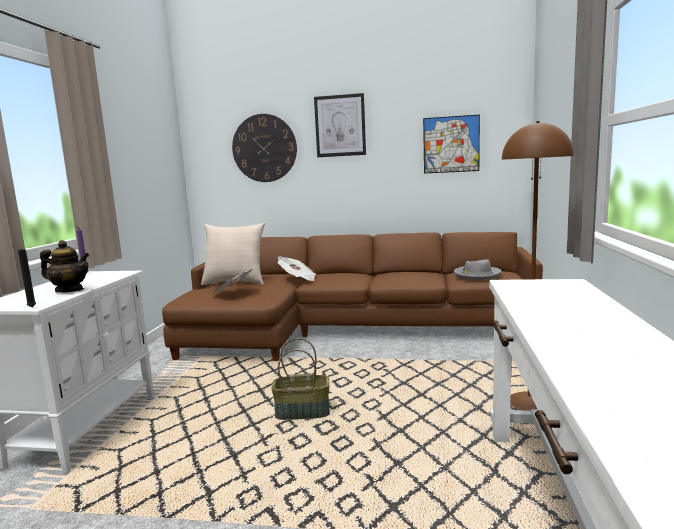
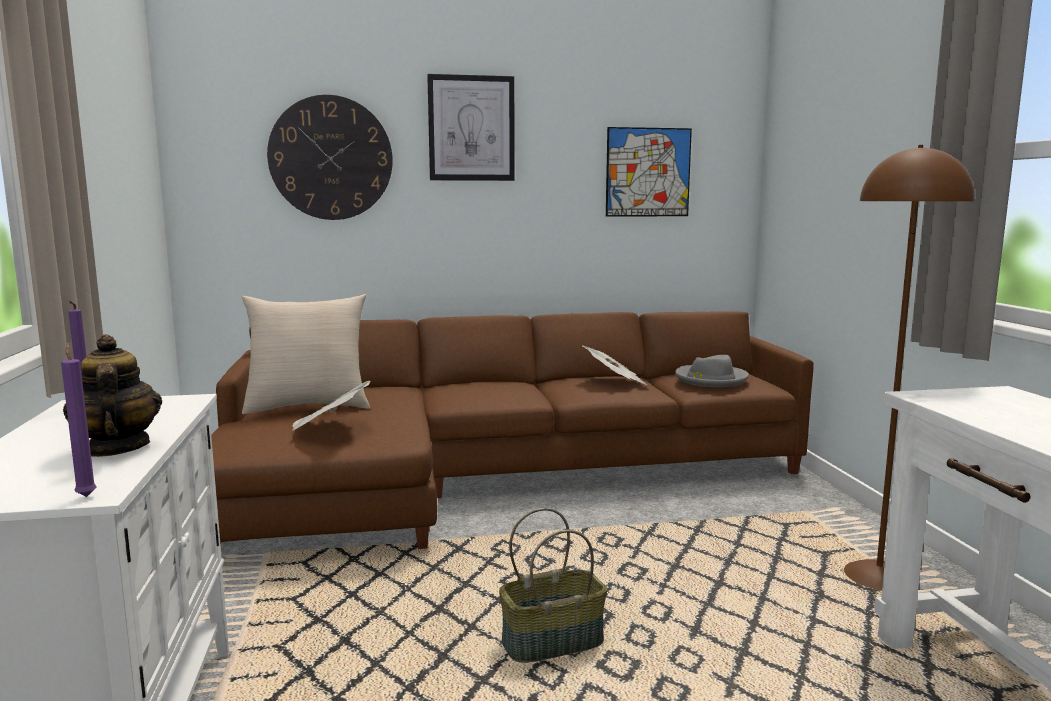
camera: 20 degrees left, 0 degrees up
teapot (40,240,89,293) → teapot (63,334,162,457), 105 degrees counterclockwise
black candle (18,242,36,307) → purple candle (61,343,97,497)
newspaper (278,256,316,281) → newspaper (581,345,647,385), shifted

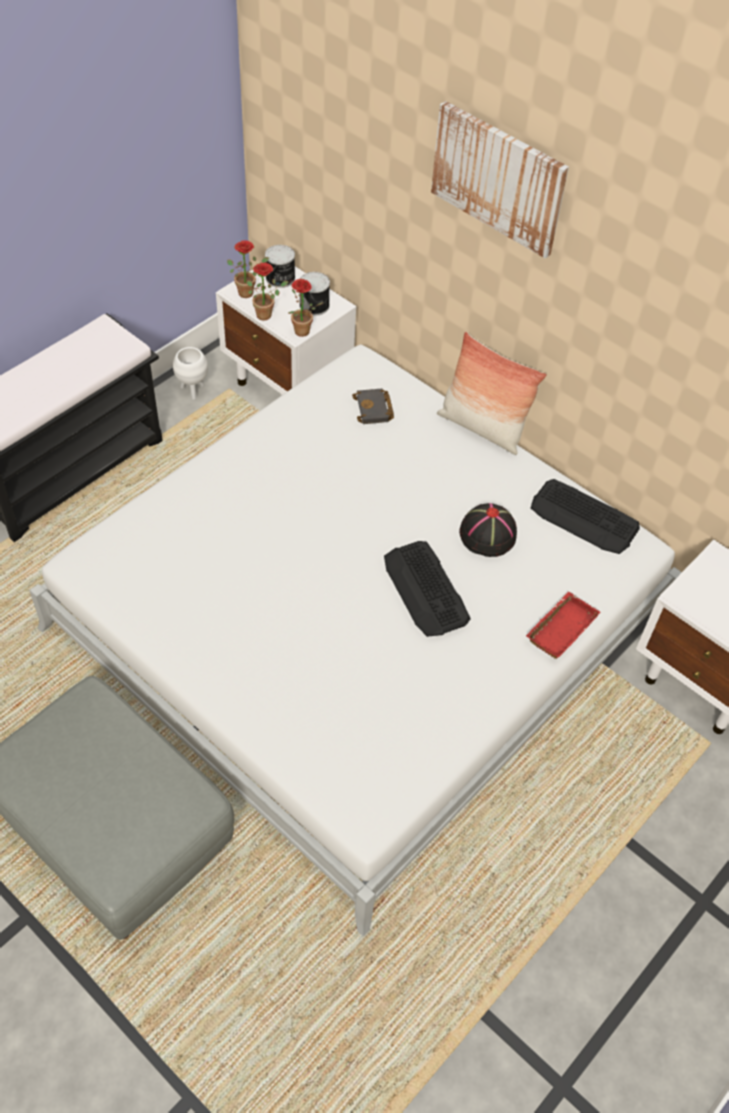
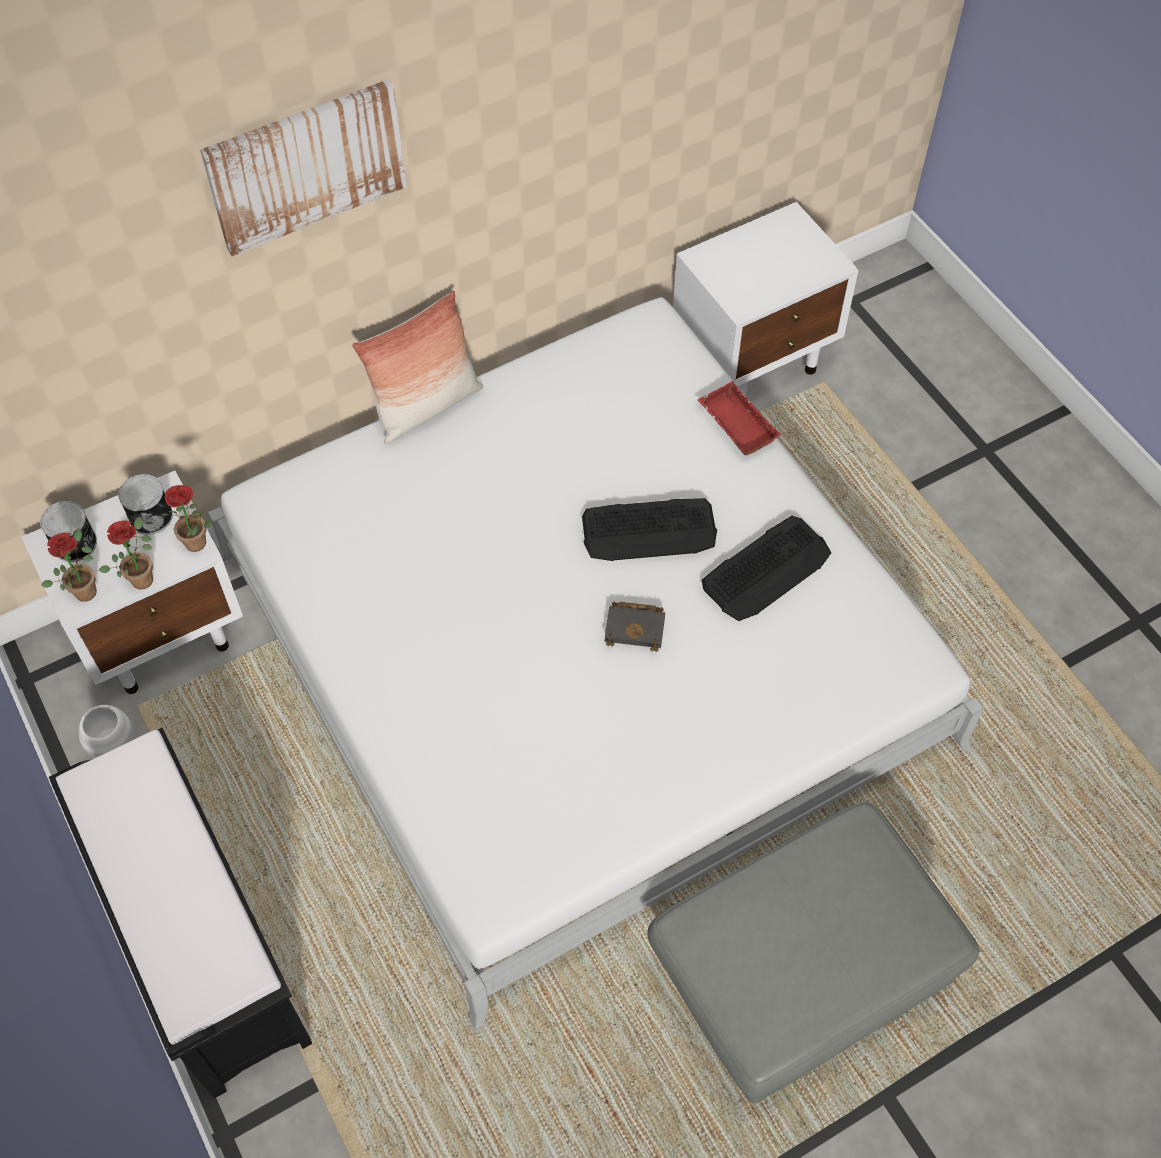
camera: 70 degrees left, 5 degrees up
black book (352,389,394,424) → black book (605,602,665,652), shifted
keyboard (531,479,640,554) → keyboard (702,516,831,621), shifted
black hat (459,503,517,557) → -

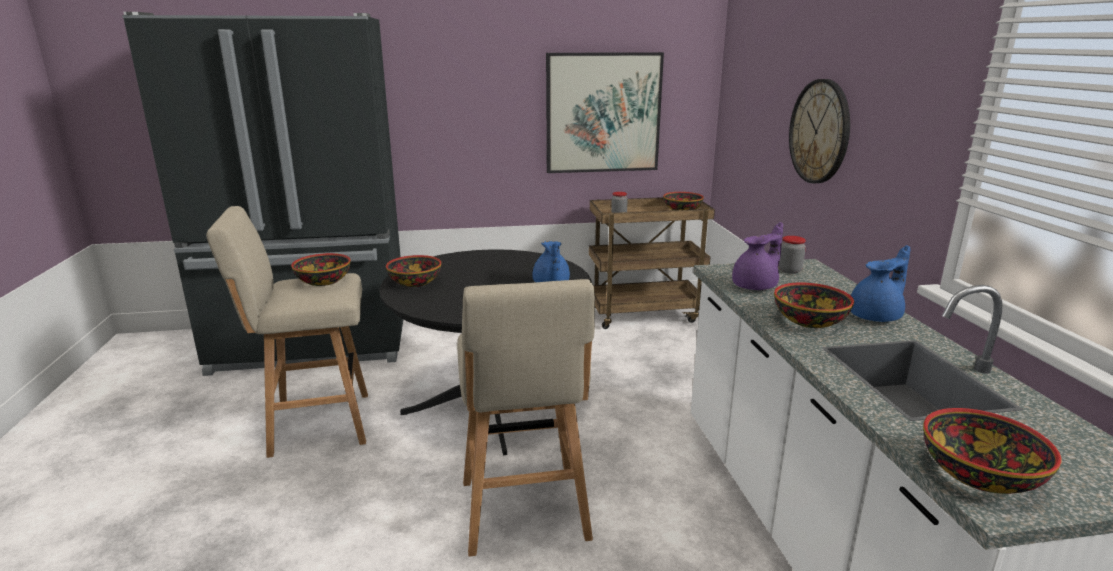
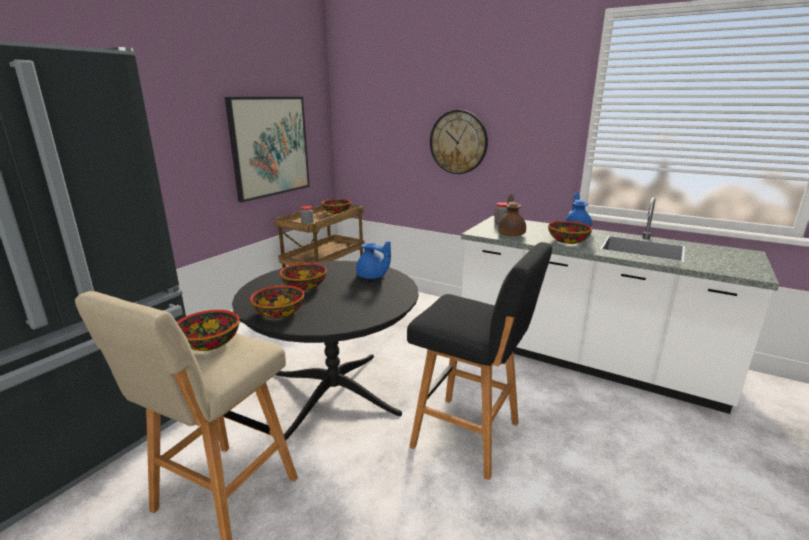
camera: 50 degrees left, 0 degrees up
purple teapot (732,222,783,290) → brown teapot (498,194,526,236)
beige stool (457,279,595,557) → black stool (407,242,552,480)
bowl (923,408,1061,494) → bowl (280,263,327,291), shifted

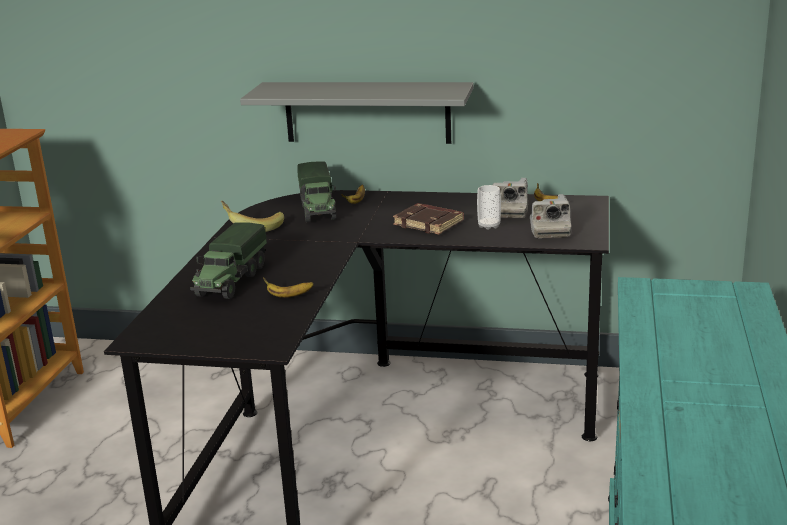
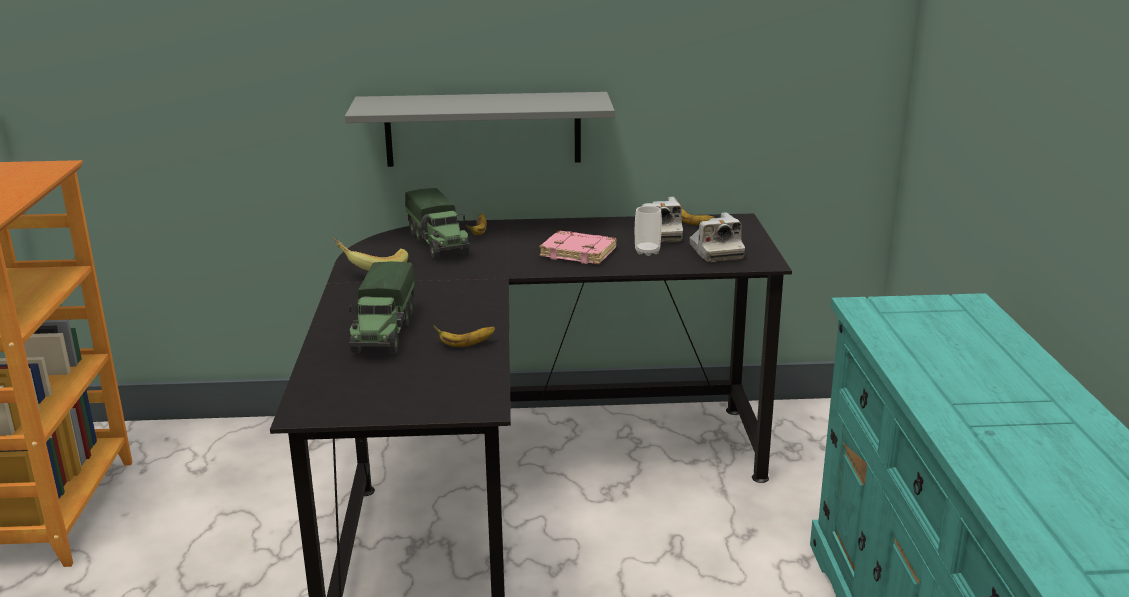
camera: 15 degrees left, 0 degrees up
brown book (393,203,464,235) → pink book (539,231,617,264)

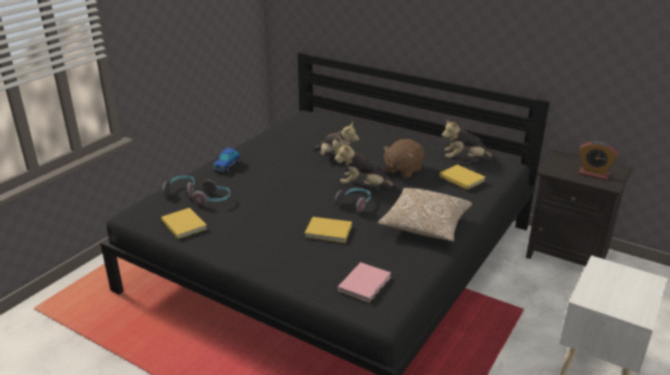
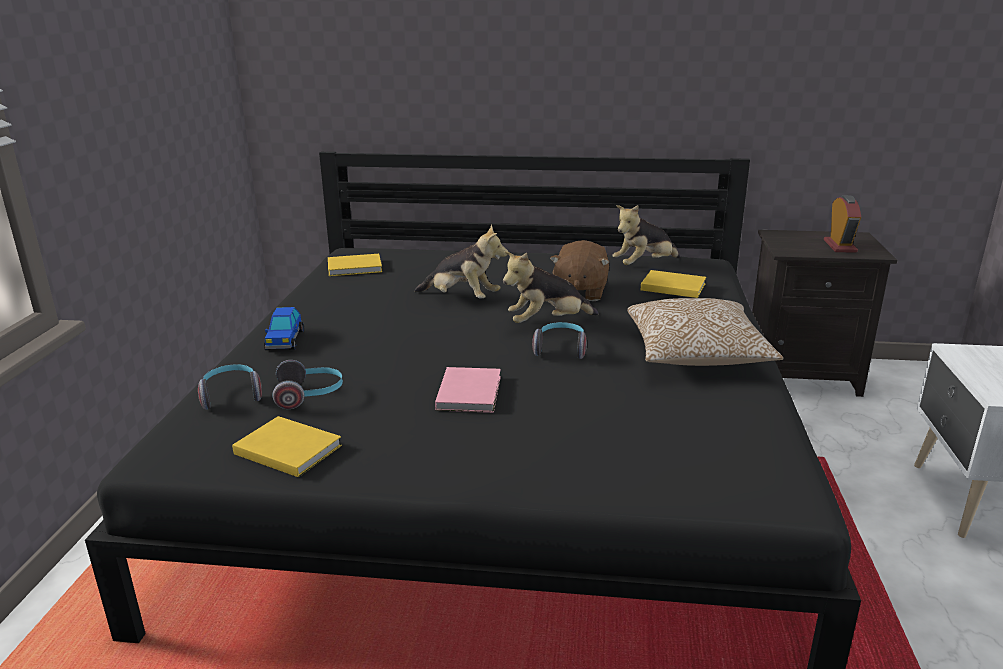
camera: 25 degrees left, 5 degrees down
alarm clock (578,141,619,180) → alarm clock (824,195,861,253), 90 degrees counterclockwise
yellow book (305,217,352,243) → yellow book (328,254,382,276), shifted
pink book (338,262,391,303) → pink book (435,367,501,413), shifted

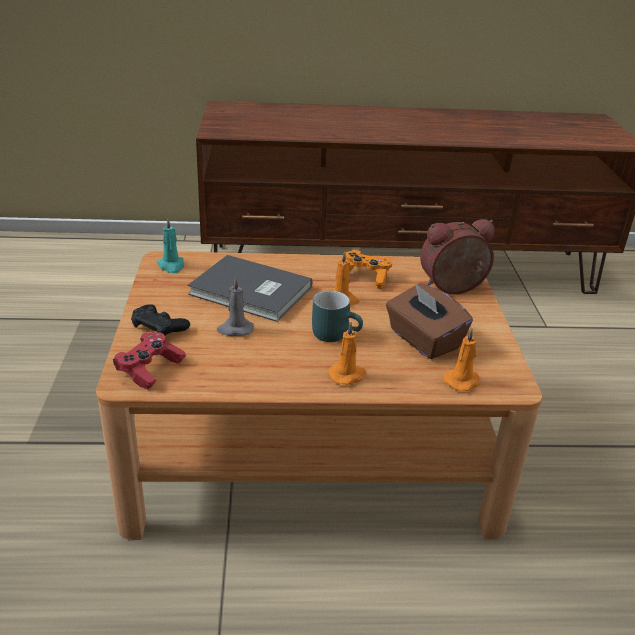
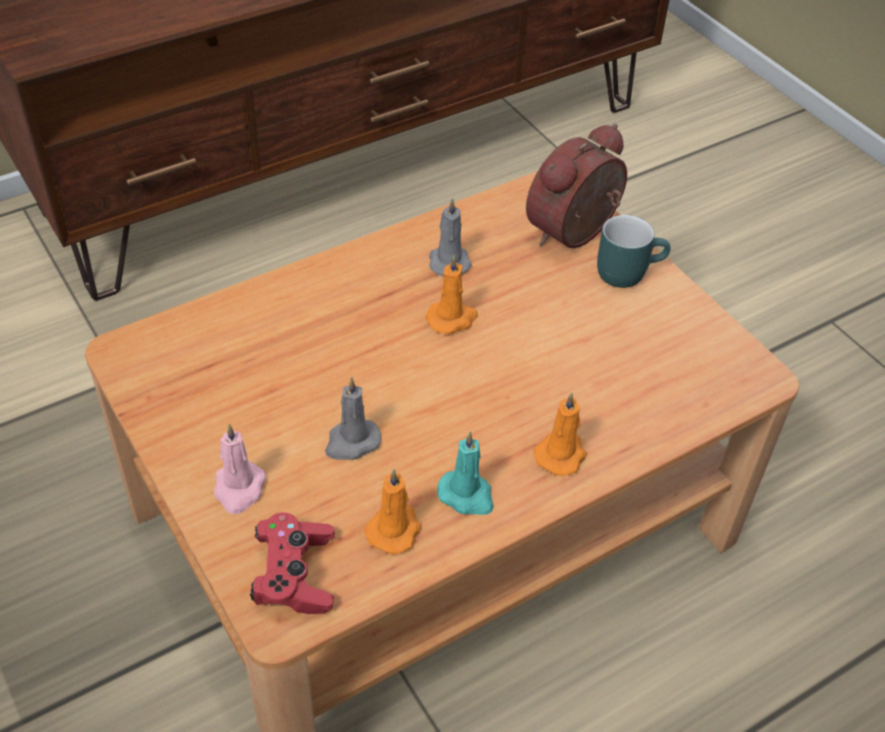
camera: 30 degrees left, 15 degrees up
turquoise candle (157,218,184,273) → turquoise candle (437,431,494,515), shifted
orange game controller (346,250,392,289) → grey candle (429,197,472,276)
grey book (188,255,312,322) → -
brown tissue box (386,283,473,359) → -
turquoise mug (312,291,363,342) → turquoise mug (597,215,671,288), shifted
black game controller (131,304,190,335) → pink candle (214,424,266,514)
orange candle (444,328,480,391) → orange candle (365,469,421,554), shifted

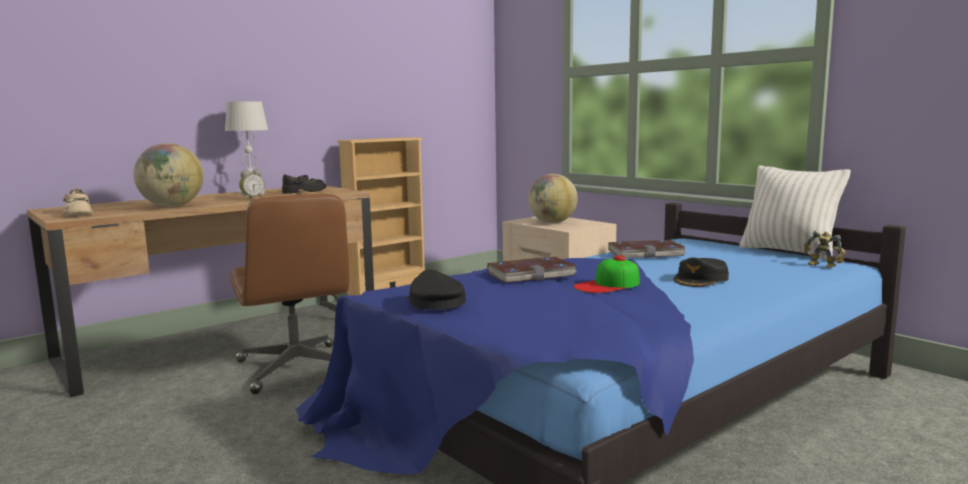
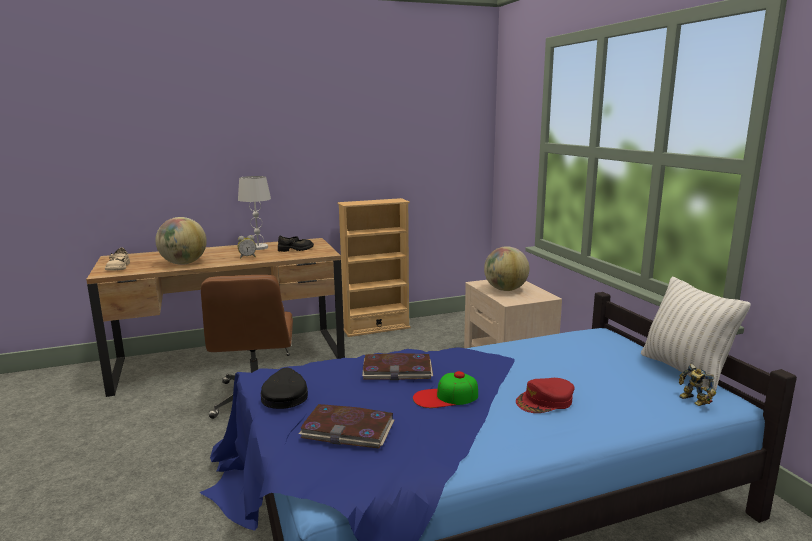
camera: 20 degrees right, 5 degrees up
book (608,240,686,258) → book (299,404,394,448), shifted
black cap (674,257,729,287) → red cap (516,378,574,413)

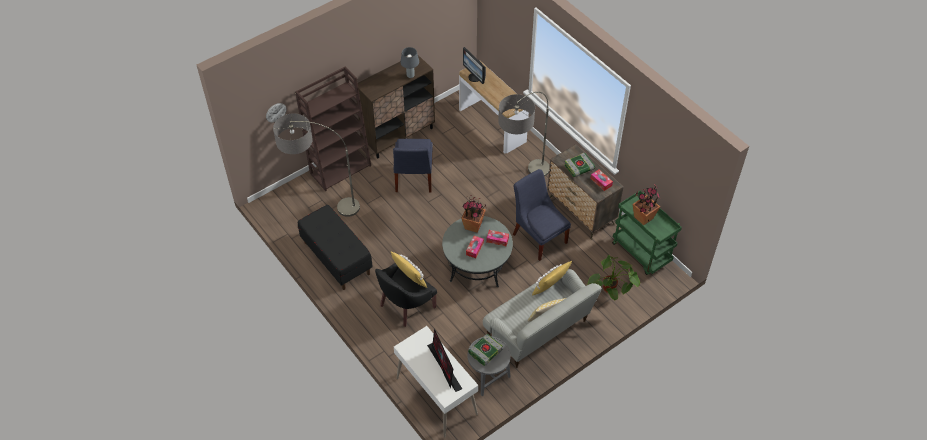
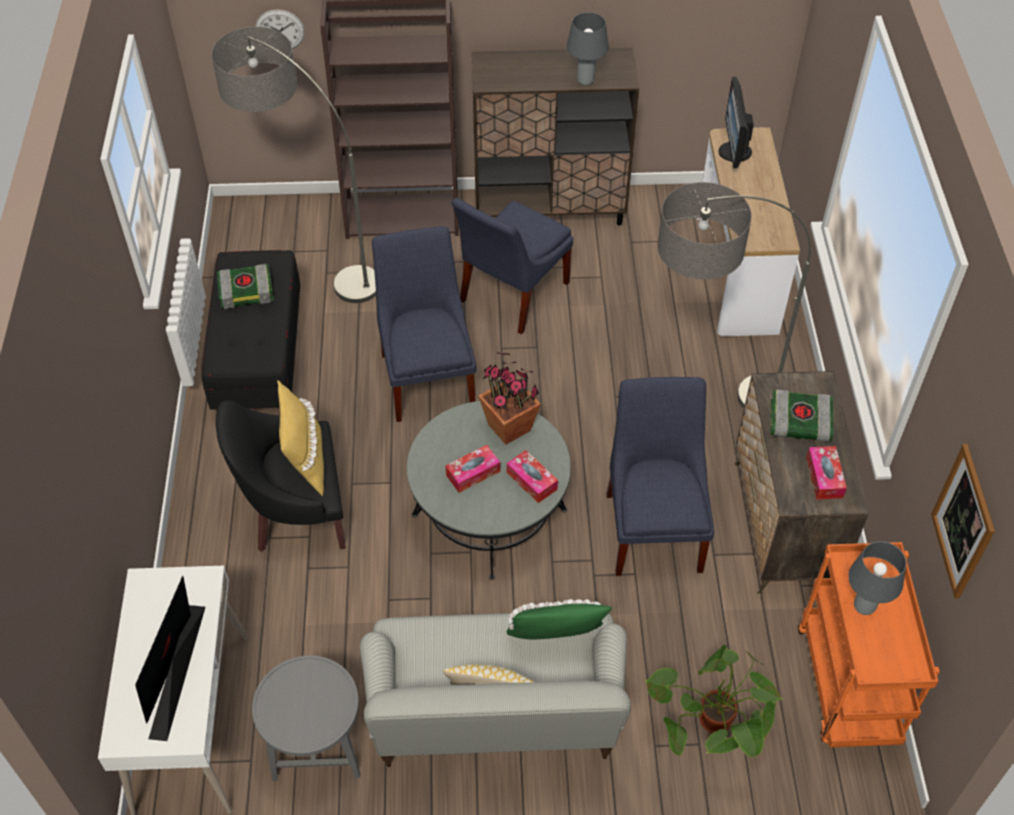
camera: 35 degrees right, 0 degrees up
potted plant (632,184,660,225) → grey table lamp (848,541,906,615)
green cart (612,190,682,275) → orange cart (798,542,940,747)
yellow pillow (532,261,572,295) → green pillow (506,599,612,639)
book (468,334,502,366) → book (217,264,274,309), shifted
- → blue chair (372,226,476,422)
- → picture (931,444,995,599)

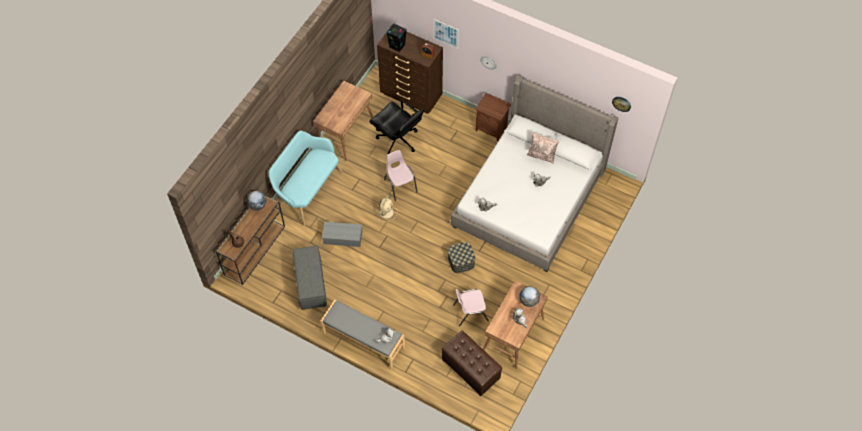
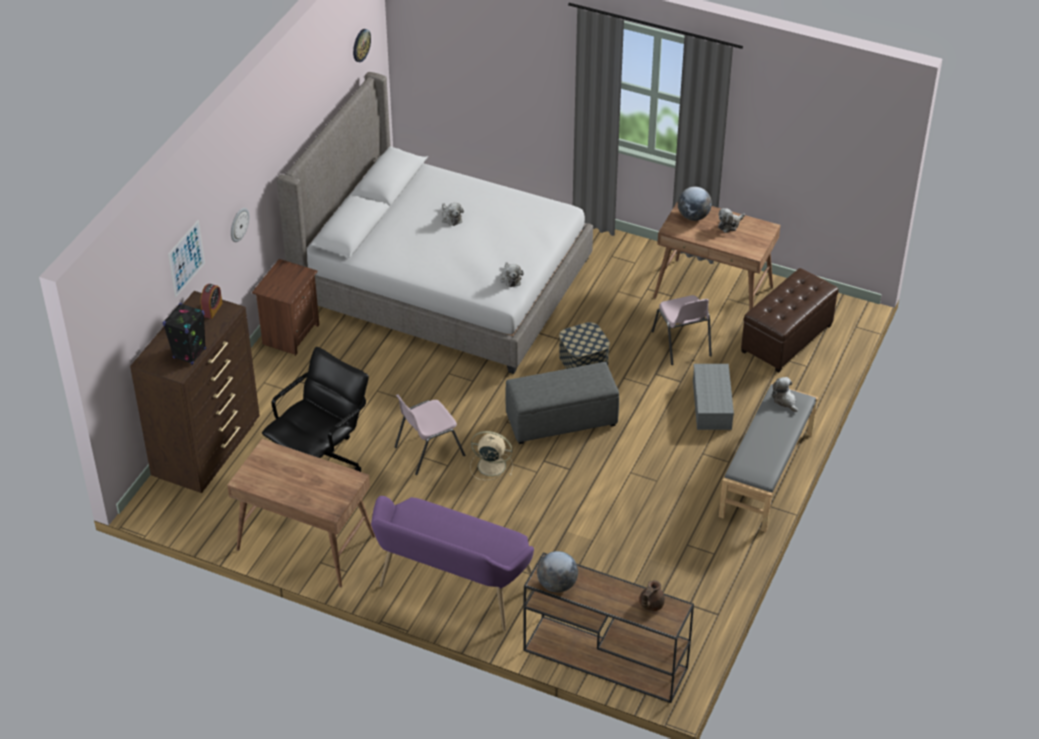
camera: 95 degrees left, 15 degrees down
turquoise bench (268,131,343,226) → purple bench (371,496,534,631)
beige pillow (527,133,559,164) → -
grey storage box (322,222,362,247) → grey storage box (693,364,734,430), shifted
grey ottoman (292,245,327,310) → grey ottoman (505,362,619,444), shifted

